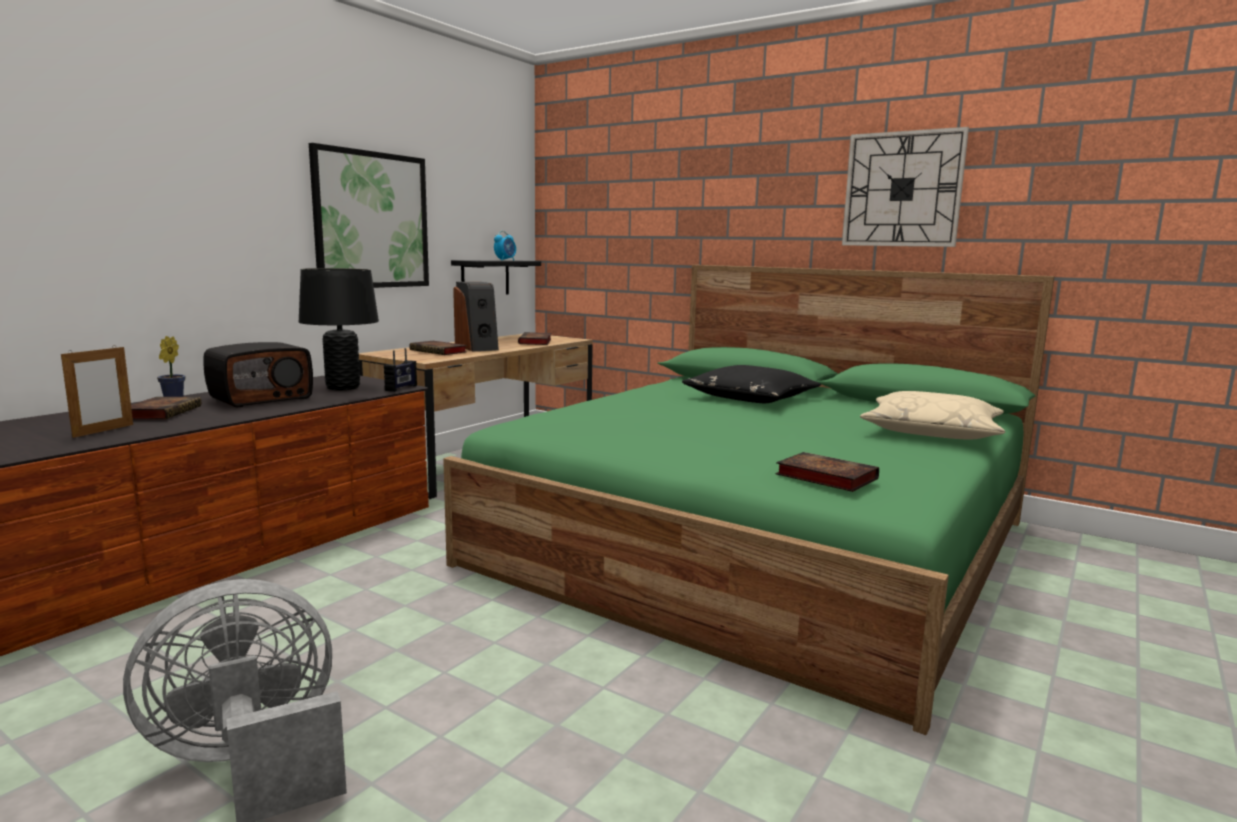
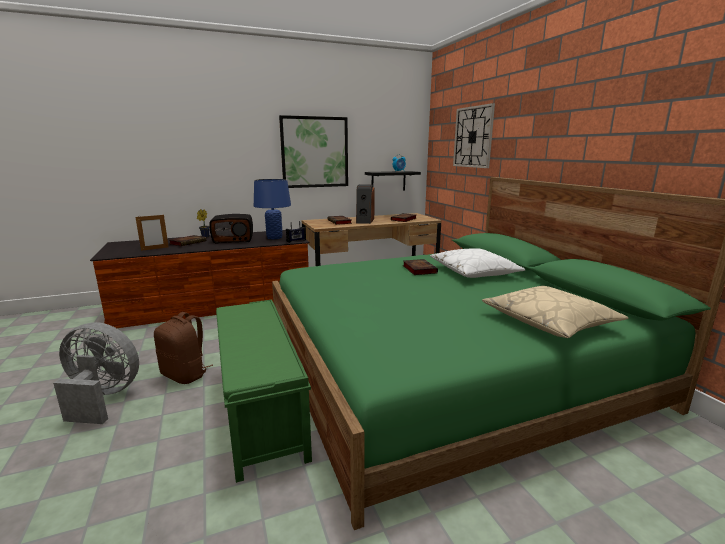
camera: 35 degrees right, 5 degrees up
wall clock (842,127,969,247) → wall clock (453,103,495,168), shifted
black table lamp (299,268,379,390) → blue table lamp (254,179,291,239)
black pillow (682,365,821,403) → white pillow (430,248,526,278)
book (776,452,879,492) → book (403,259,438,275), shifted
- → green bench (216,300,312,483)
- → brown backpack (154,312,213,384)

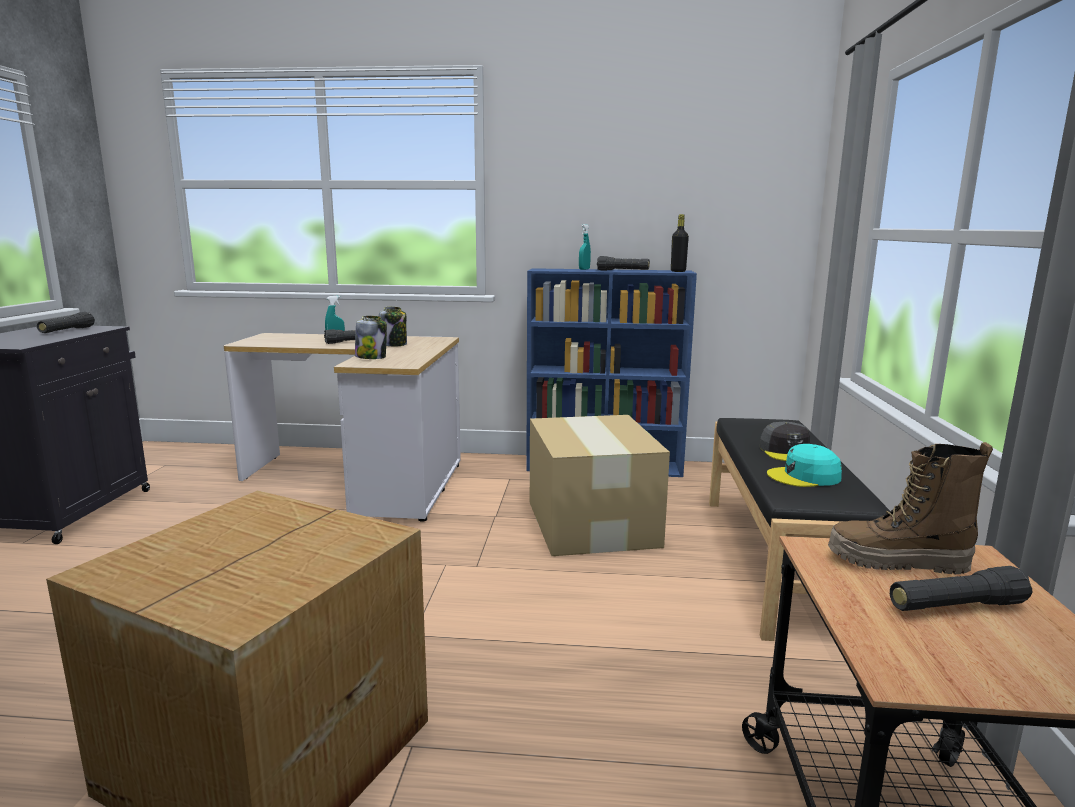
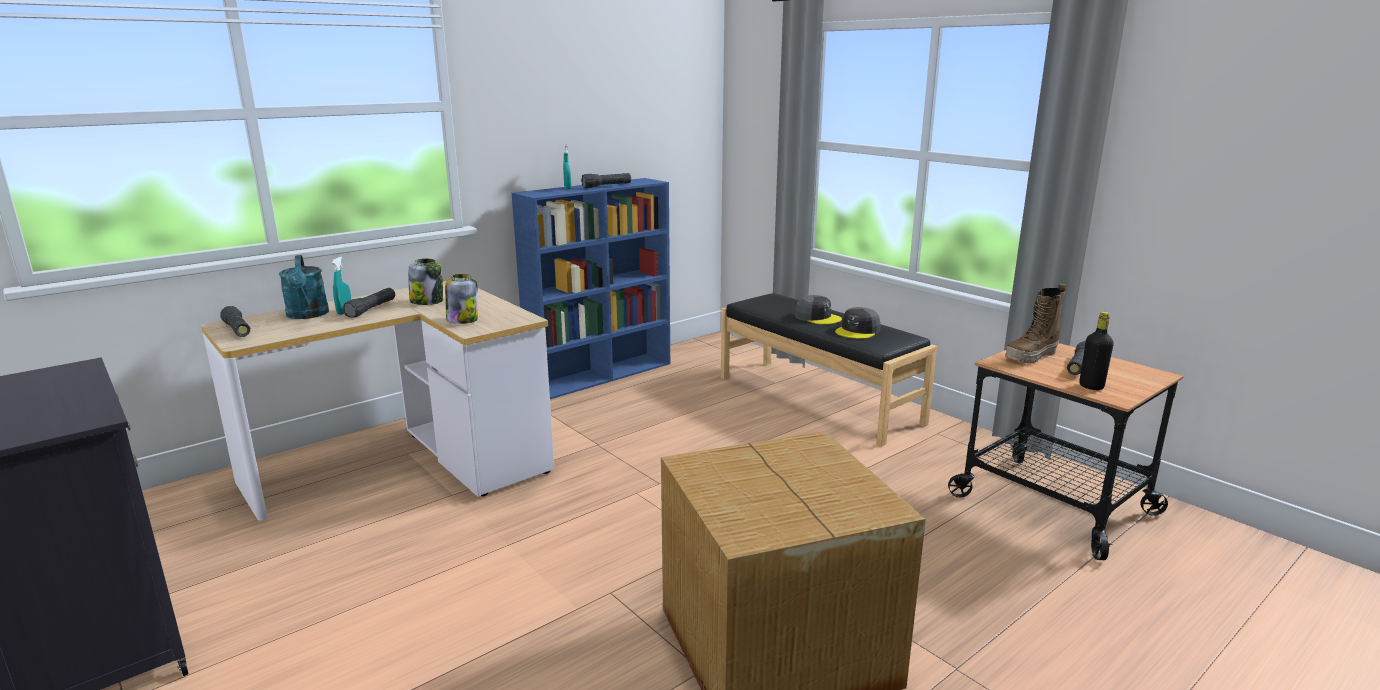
camera: 45 degrees left, 5 degrees up
black bottle (671,214,689,272) → black bottle (1079,312,1114,390), shifted
black flashlight (37,312,95,333) → black flashlight (220,306,250,337), shifted
cardboard box (530,415,670,556) → -
turquoise cap (767,444,842,487) → grey cap (835,307,880,339)
- → turquoise watering can (279,255,329,319)

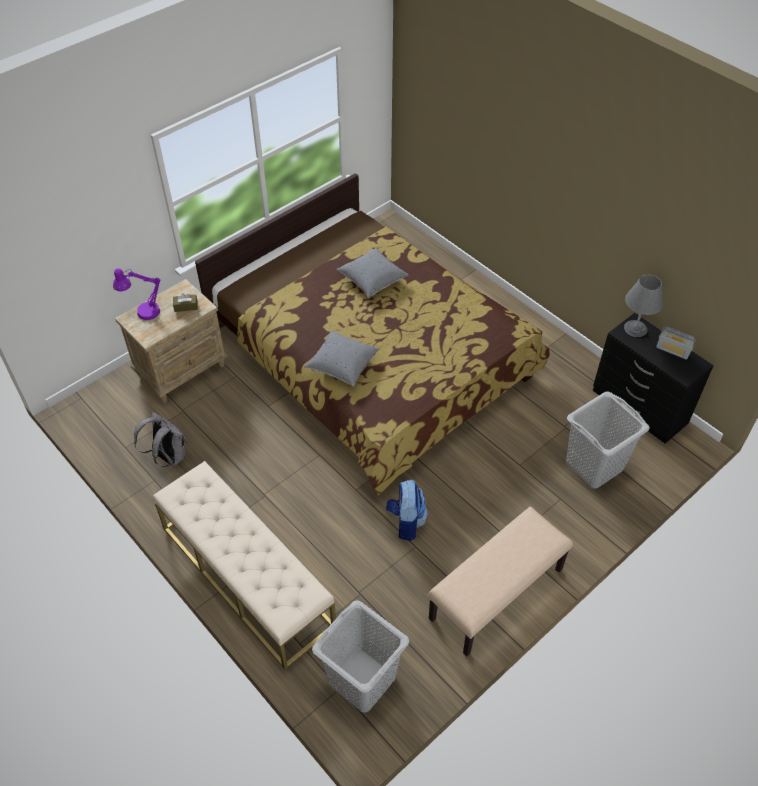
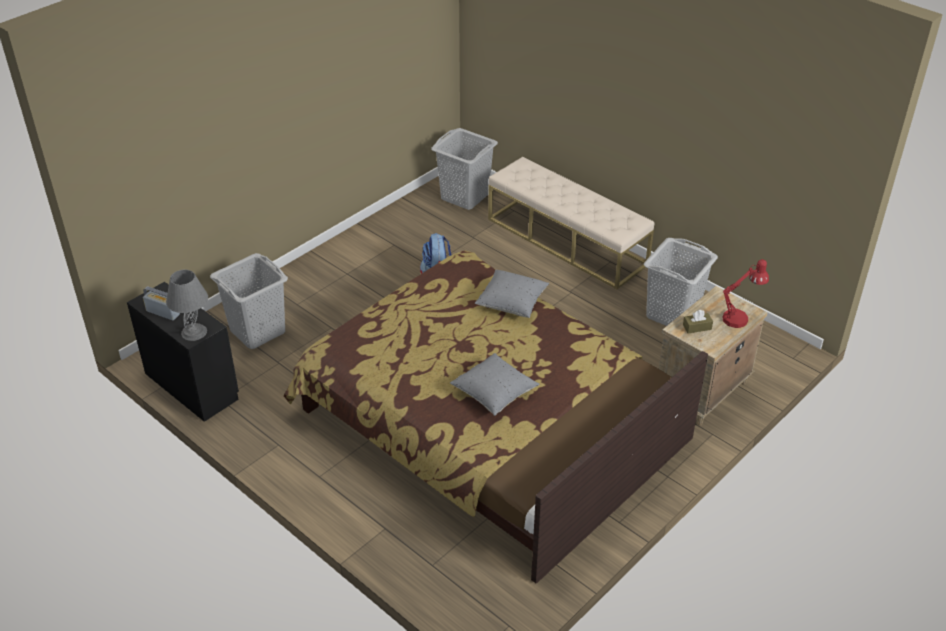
camera: 175 degrees right, 10 degrees down
purple table lamp (113,268,160,320) → red table lamp (723,259,769,328)
grey backpack (134,412,187,467) → grey laundry basket (644,238,718,326)
beige bench (428,506,573,656) → -

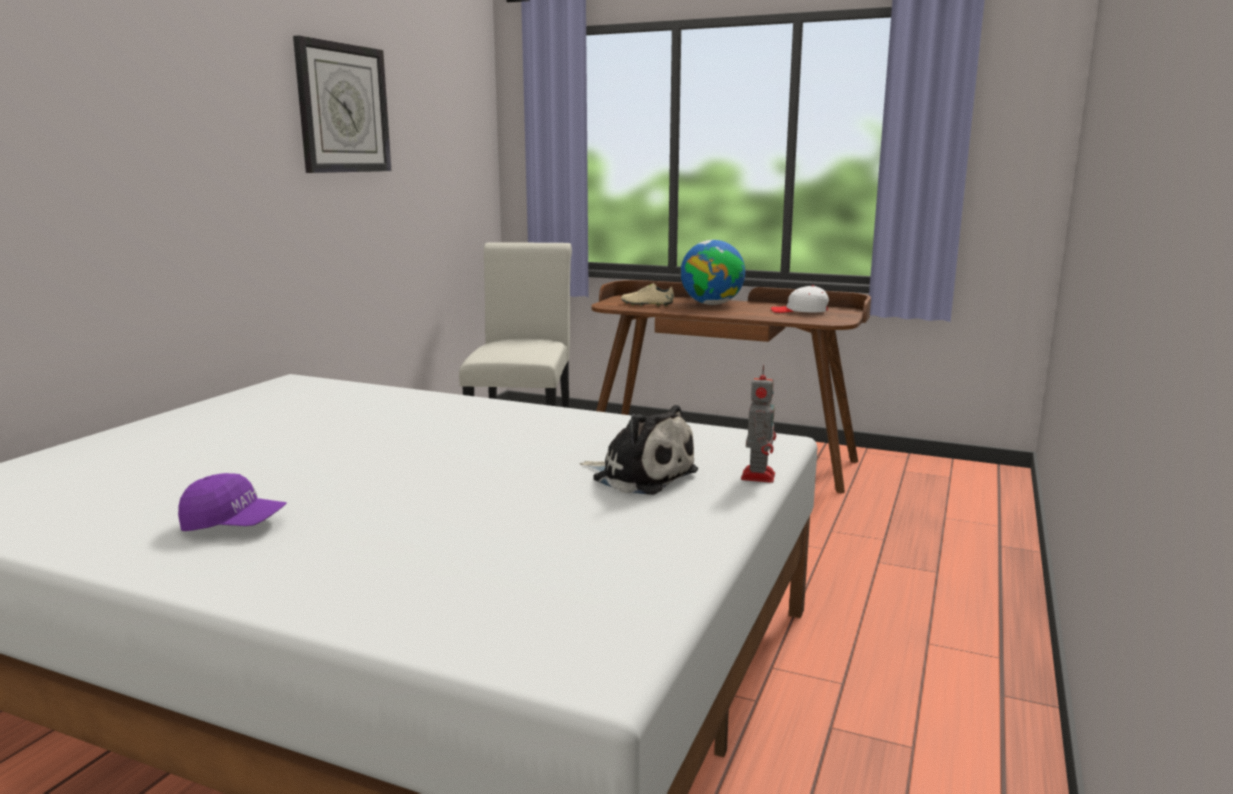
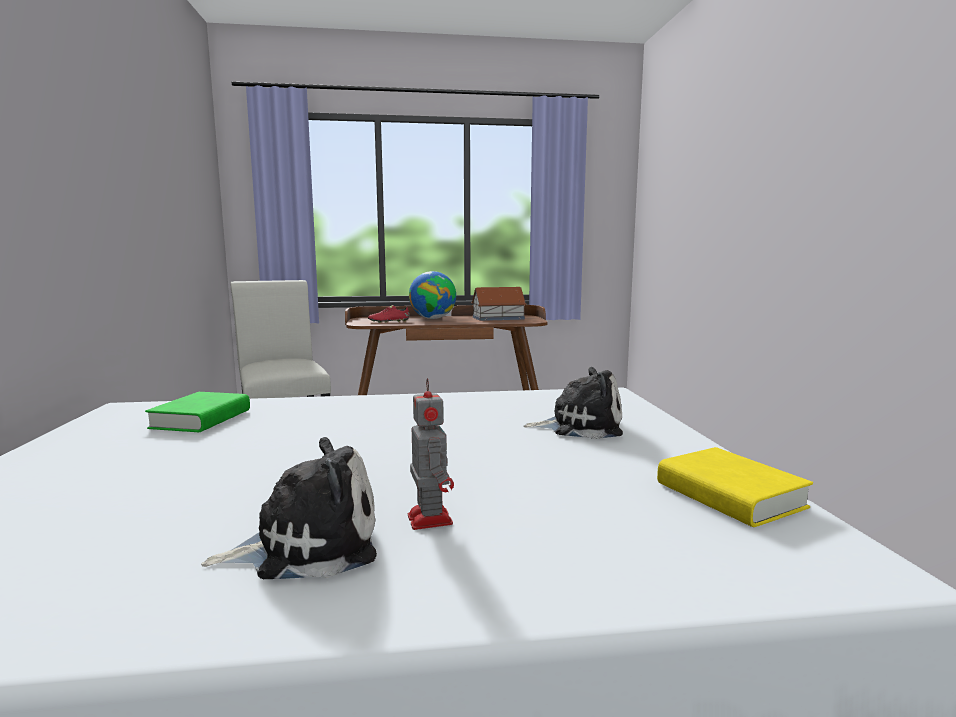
camera: 30 degrees left, 5 degrees down
wall clock (293,35,391,173) → -
beige shoe (621,283,674,306) → red shoe (368,305,409,323)
white cap (771,285,829,313) → toy house (471,287,526,321)
toy robot (741,365,776,483) → toy robot (408,378,454,530), shifted
purple cap (178,473,287,531) → plush toy (201,437,377,579)
- → green book (145,392,250,432)
- → yellow book (657,447,813,527)

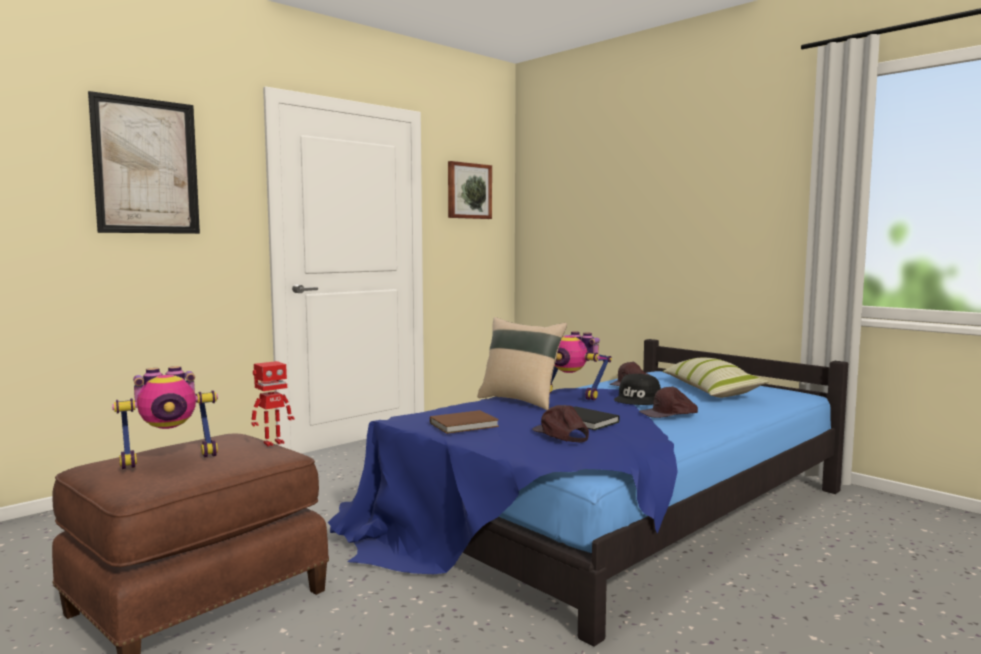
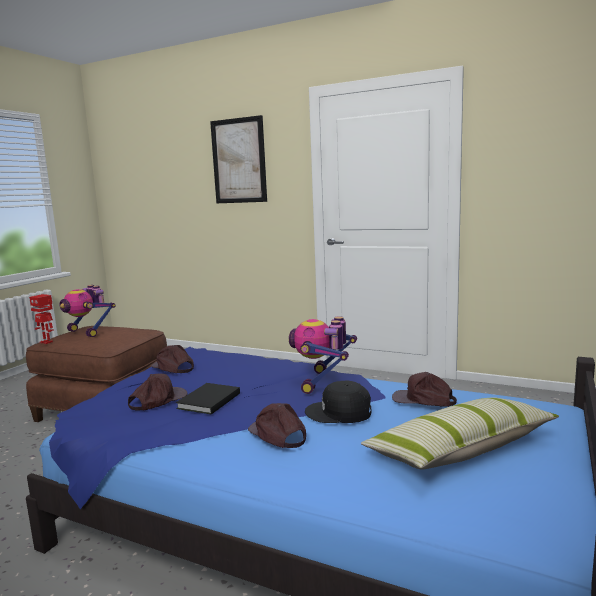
camera: 70 degrees right, 5 degrees up
picture (448,161,492,219) → -
beige pillow (477,317,567,410) → -
toy robot (251,361,295,446) → toy robot (29,294,54,344), shifted
brown book (430,410,499,434) → brown cap (151,345,194,373)

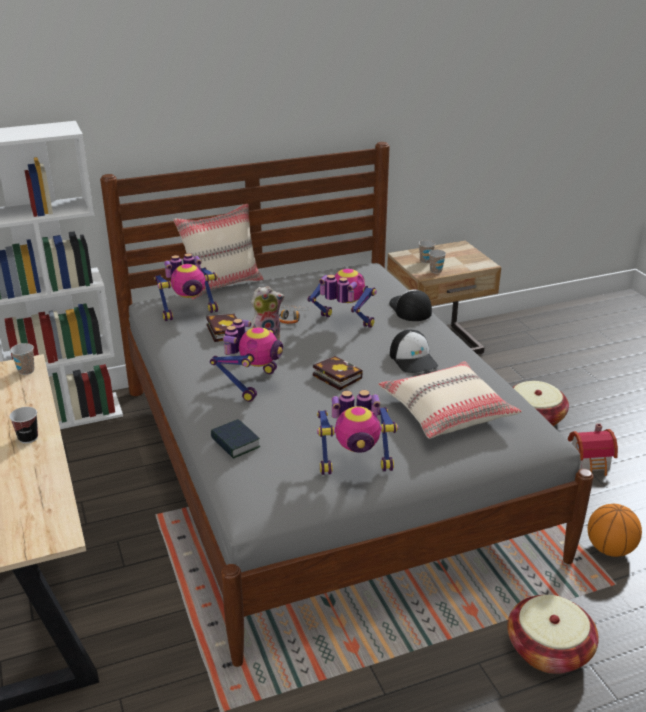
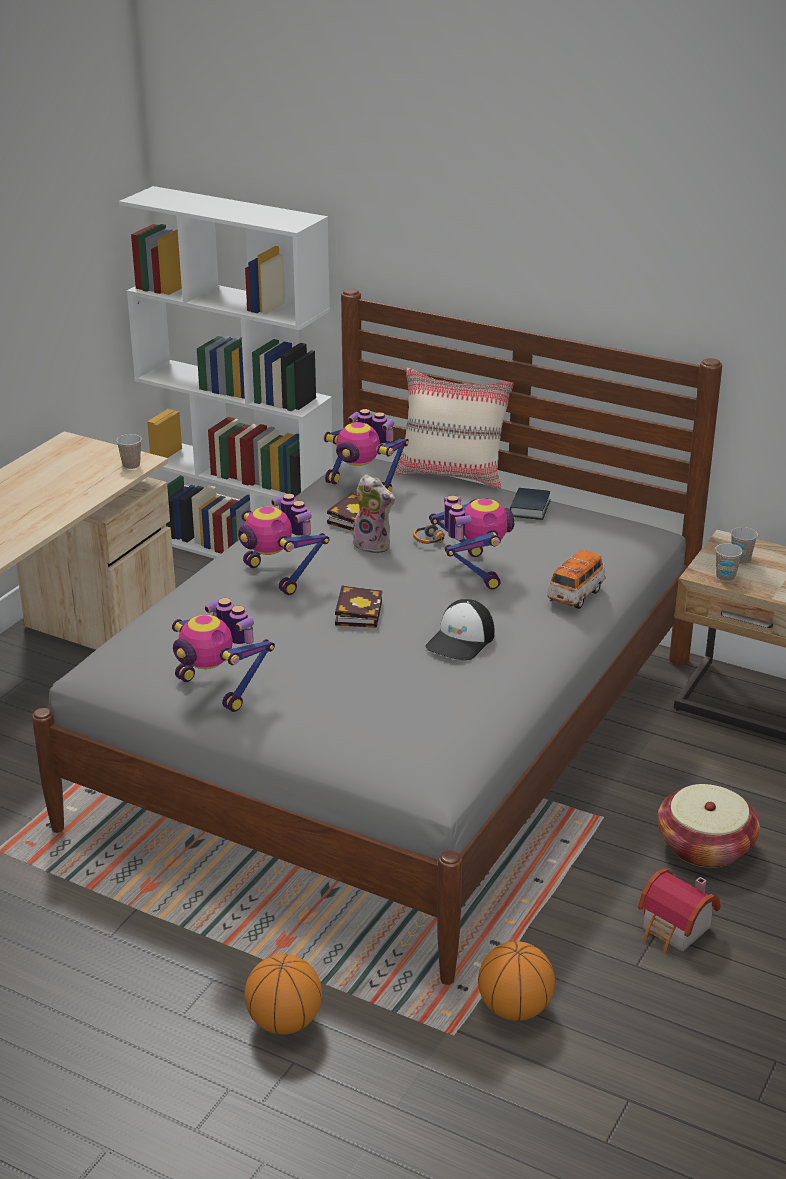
camera: 50 degrees right, 0 degrees up
cap (389,289,432,321) → toy car (547,550,606,609)
toy robot (210,319,283,402) → toy robot (238,494,330,595), 75 degrees clockwise
beige pillow (378,361,522,439) → -
cup (9,407,38,444) → -
book (211,419,260,459) → book (510,488,551,520), shifted
basket (507,595,599,674) → basketball (245,954,322,1035)

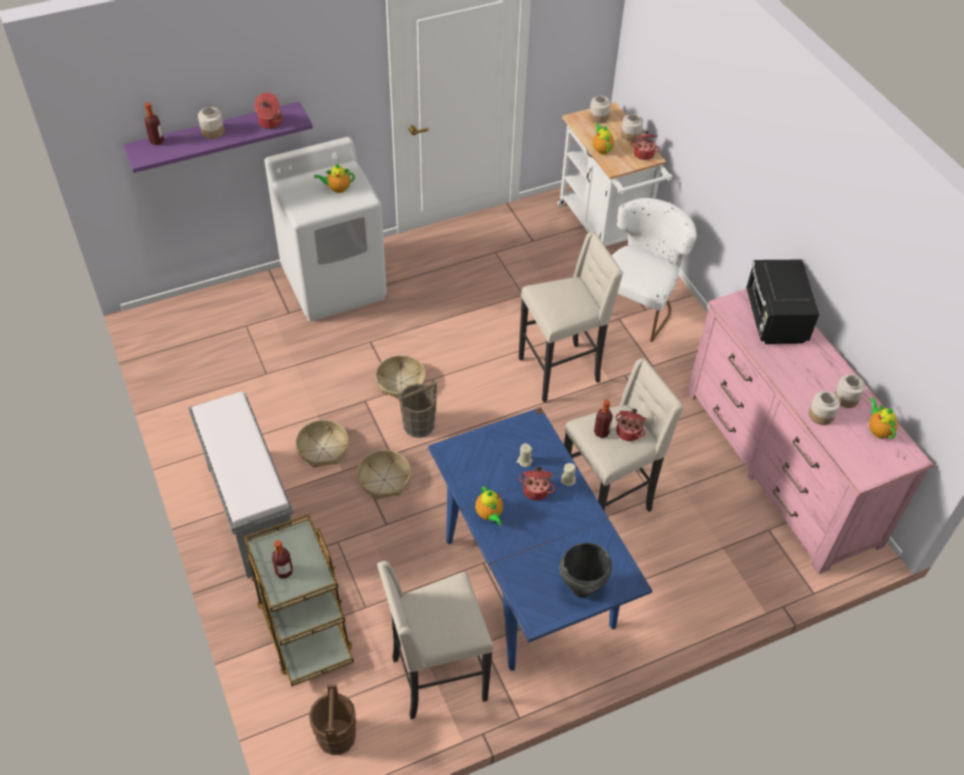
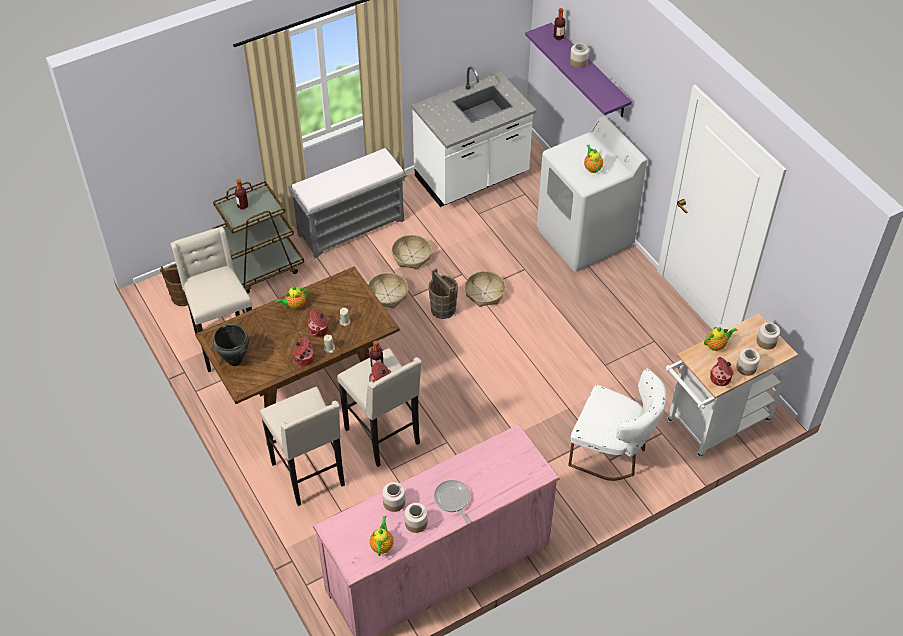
camera: 85 degrees right, 0 degrees up
cooking pot (254,92,283,129) → cooking pot (293,337,315,366), shifted
beige stool (519,232,623,402) → beige stool (260,387,345,506), shifted
black microwave (746,260,819,344) → -
teapot (869,398,898,439) → teapot (370,516,393,556), 60 degrees counterclockwise
blue dining table (428,407,652,671) → brown dining table (195,266,400,441)
- → white counter (411,66,537,207)
- → frying pan (434,480,470,524)

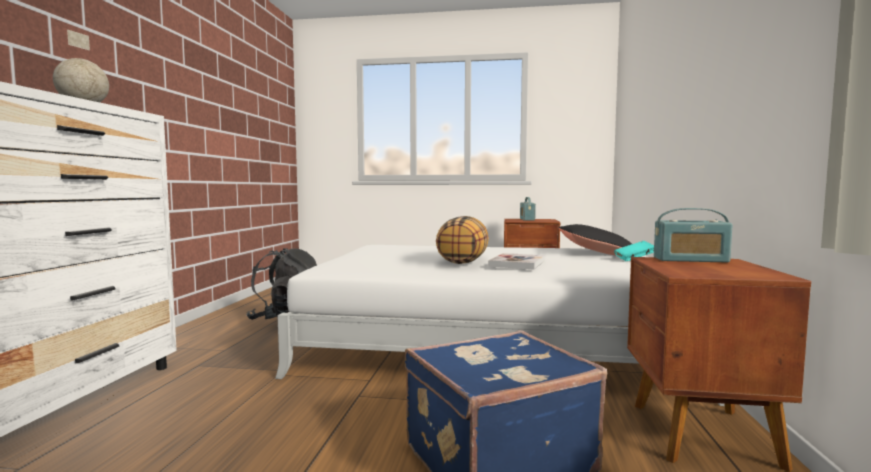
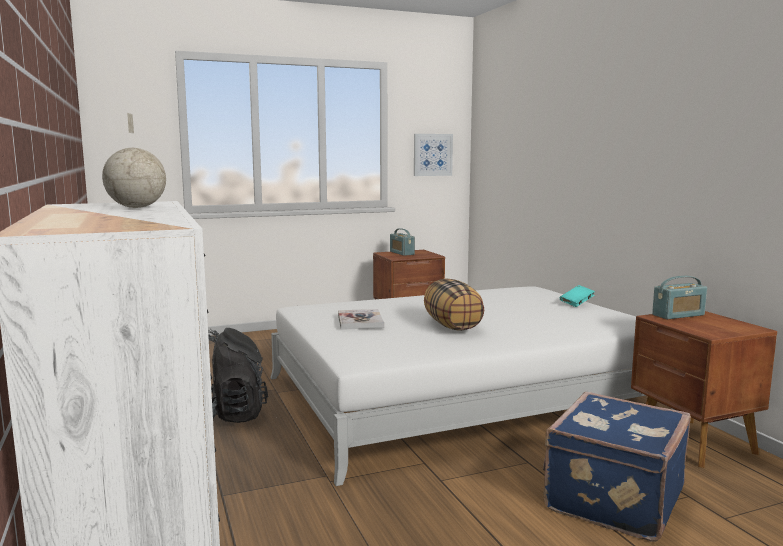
camera: 30 degrees left, 5 degrees up
black pillow (559,224,632,255) → -
book (488,253,545,269) → book (338,309,384,330), shifted
- → picture (414,134,453,176)

